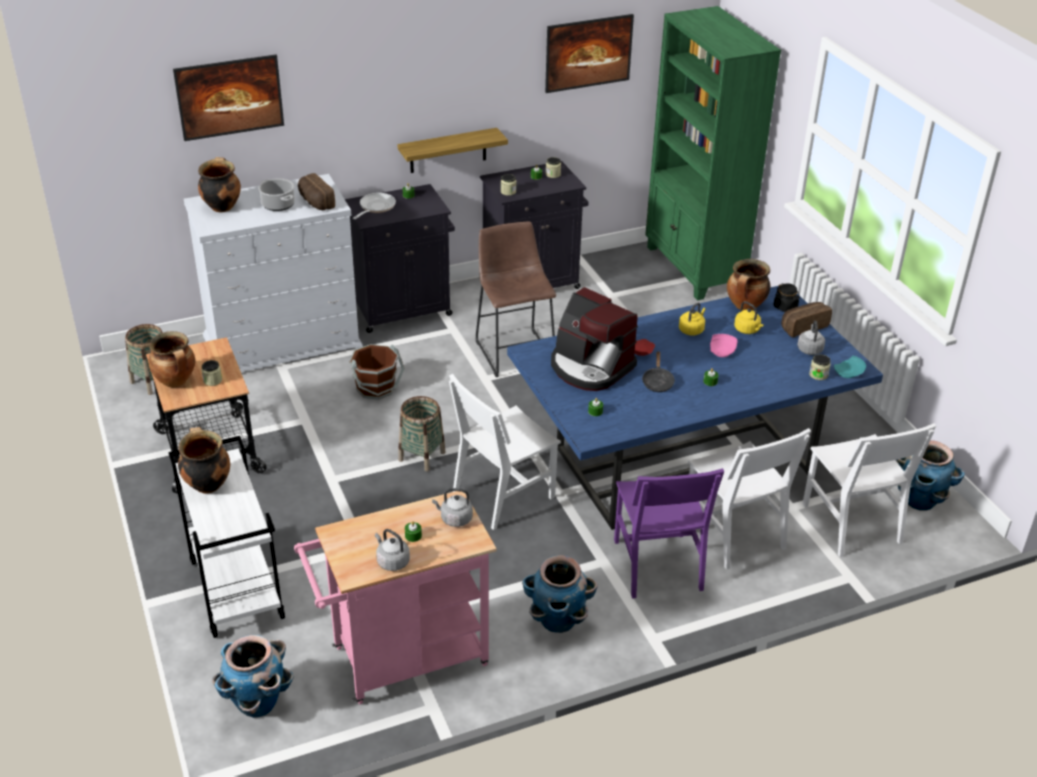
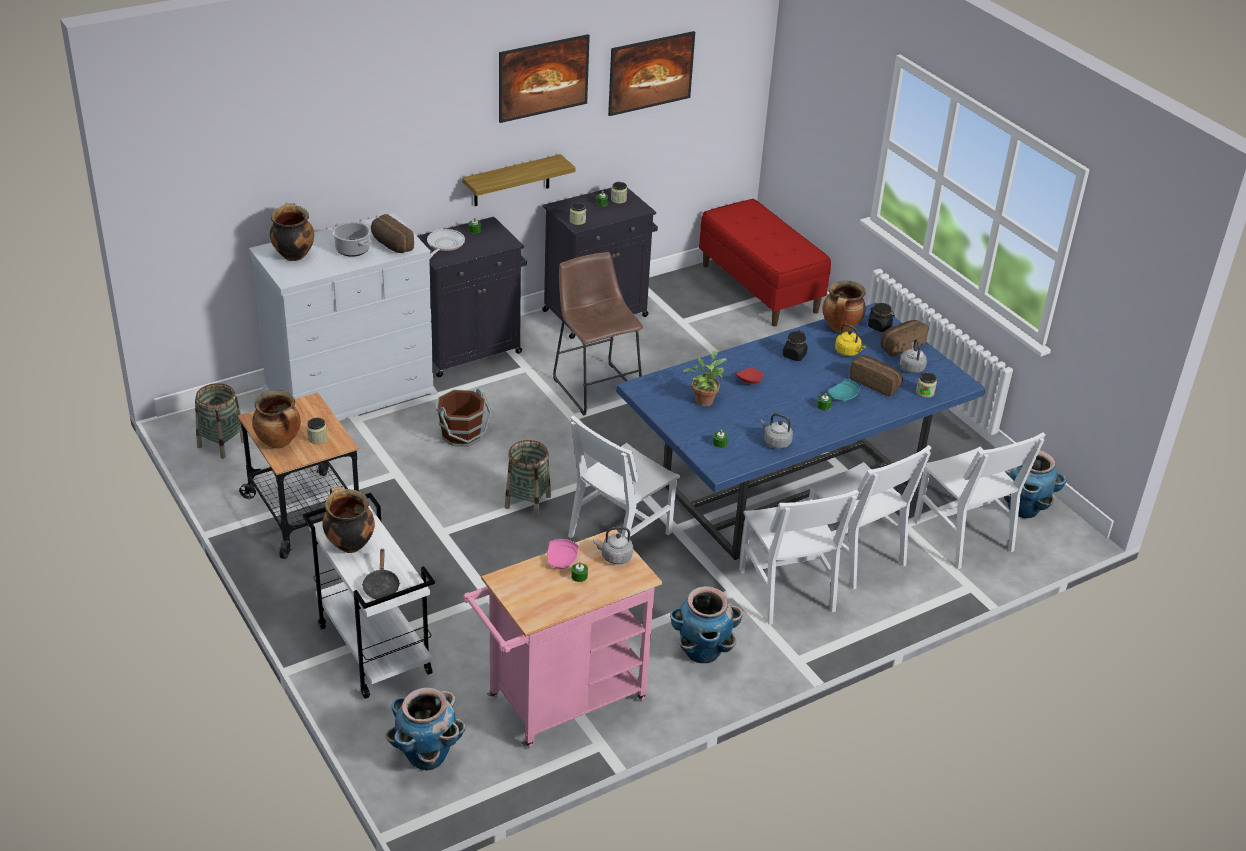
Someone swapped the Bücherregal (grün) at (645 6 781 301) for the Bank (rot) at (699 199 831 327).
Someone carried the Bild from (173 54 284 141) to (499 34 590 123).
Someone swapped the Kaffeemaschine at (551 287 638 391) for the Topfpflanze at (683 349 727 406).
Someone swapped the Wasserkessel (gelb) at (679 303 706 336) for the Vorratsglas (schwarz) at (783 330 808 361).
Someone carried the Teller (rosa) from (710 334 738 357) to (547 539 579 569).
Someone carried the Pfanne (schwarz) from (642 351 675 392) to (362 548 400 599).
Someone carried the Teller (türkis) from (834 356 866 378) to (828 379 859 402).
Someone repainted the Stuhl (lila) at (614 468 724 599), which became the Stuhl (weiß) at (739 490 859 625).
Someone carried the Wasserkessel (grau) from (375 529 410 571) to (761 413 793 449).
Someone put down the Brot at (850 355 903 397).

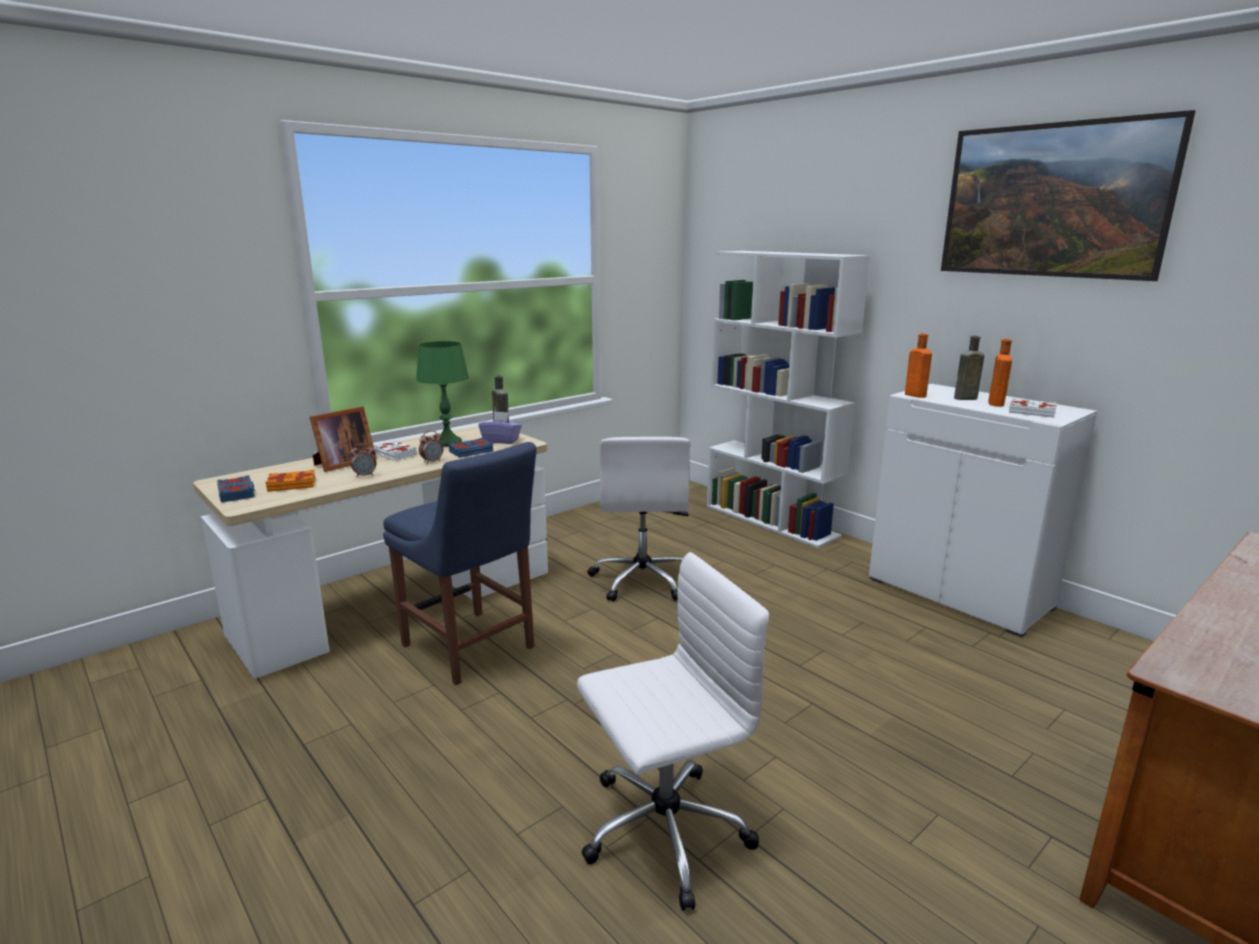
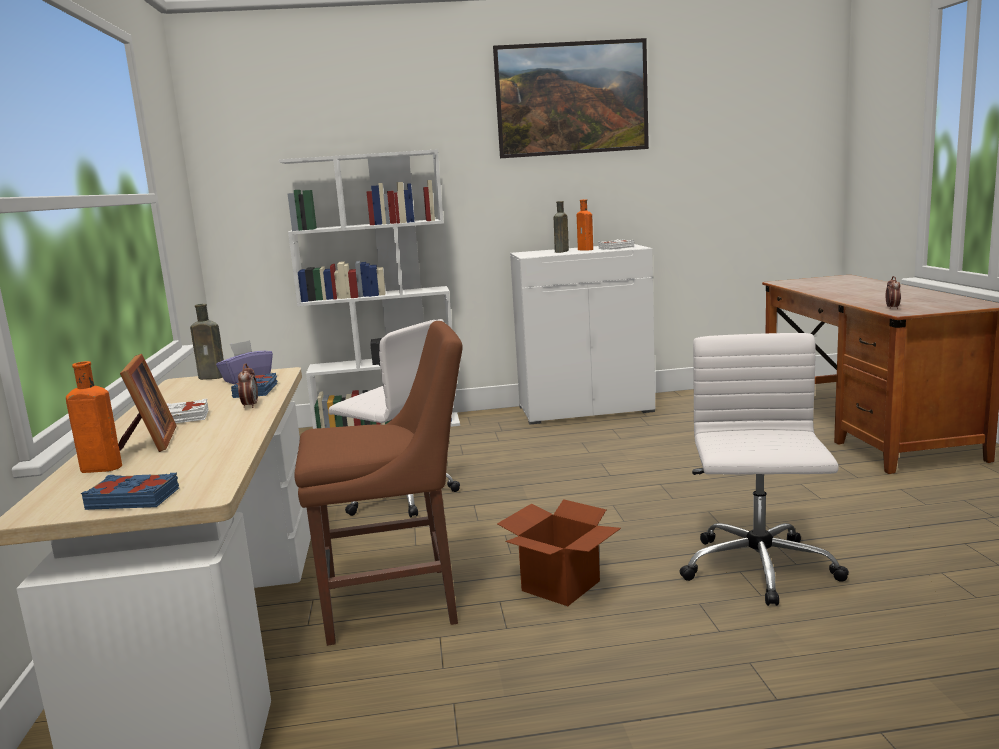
Someone carried the Flasche (orange) from (905 334 932 398) to (66 361 122 473).
Someone took away the Tischlampe (grün) at (416 341 469 447).
Someone repainted the Stuhl (blau) at (383 442 536 685), which became the Stuhl (braun) at (294 321 463 646).
Someone carried the Wecker from (350 443 376 477) to (886 276 901 309).
Someone took away the Buch (orange) at (265 470 315 492).
Someone put down the Karton at (497 499 621 606).

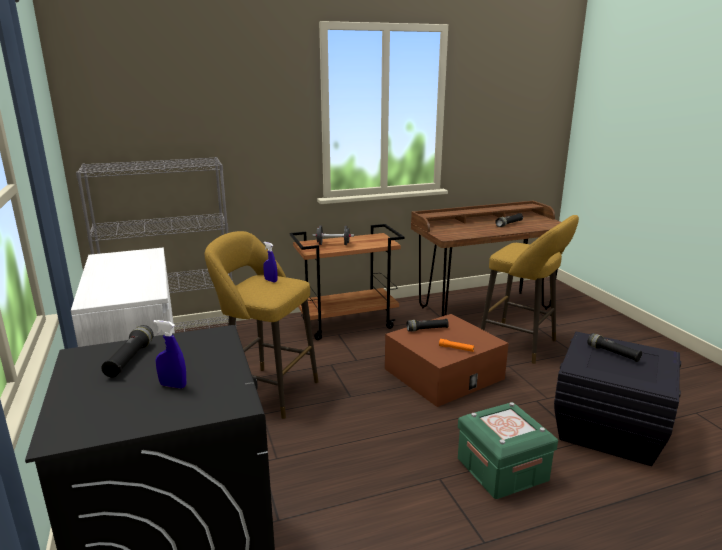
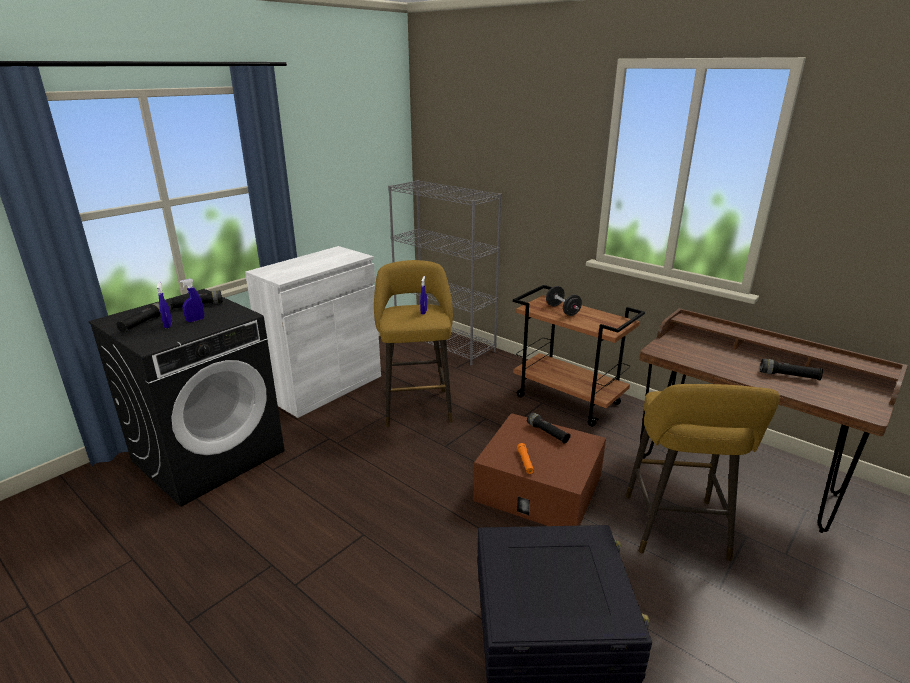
Someone carried the Taschenlampe (schwarz) from (587 333 642 362) to (116 302 161 333).
Someone took away the Aufbewahrungsbox (grün) at (458 402 558 499).
Someone put down the Sprühflasche (blau) at (179 279 204 322).

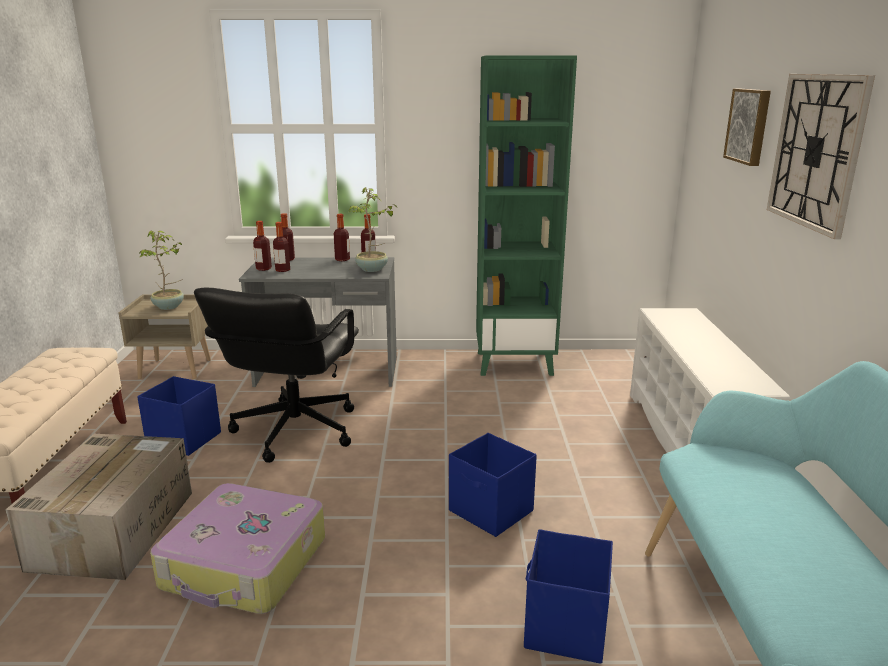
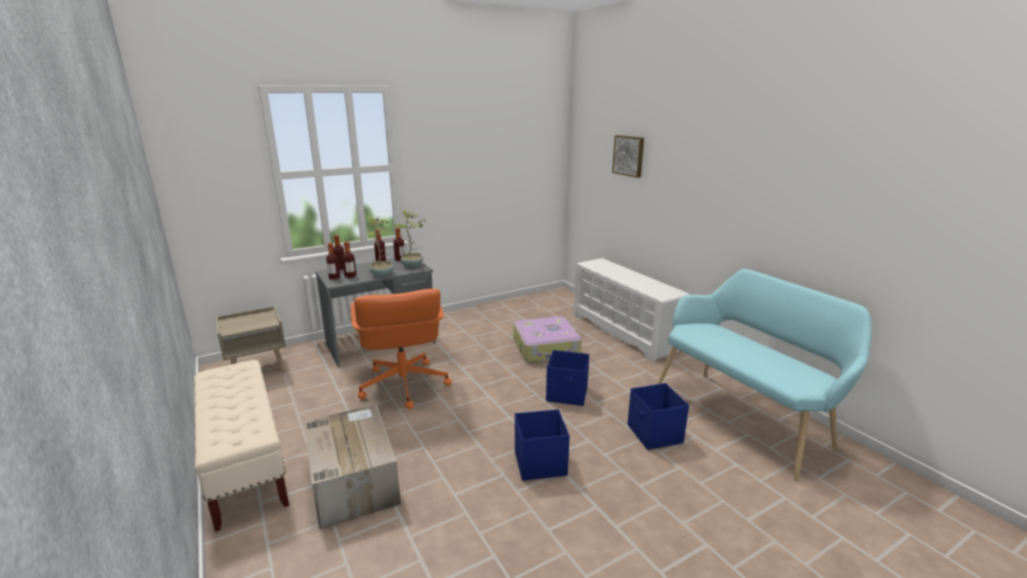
Someone took away the Bücherregal (grün) at (476 56 577 376).
Someone took away the Wanduhr at (767 74 875 239).
Someone carried the Topfpflanze from (140 231 184 310) to (367 216 394 277).
Someone repainted the Bürostuhl (schwarz) at (194 288 359 463), which became the Bürostuhl (orange) at (351 289 452 409).
Someone carried the Aufbewahrungsbox (blau) from (137 376 221 456) to (515 409 570 481).
Someone carried the Koffer from (150 483 325 614) to (513 316 582 363).

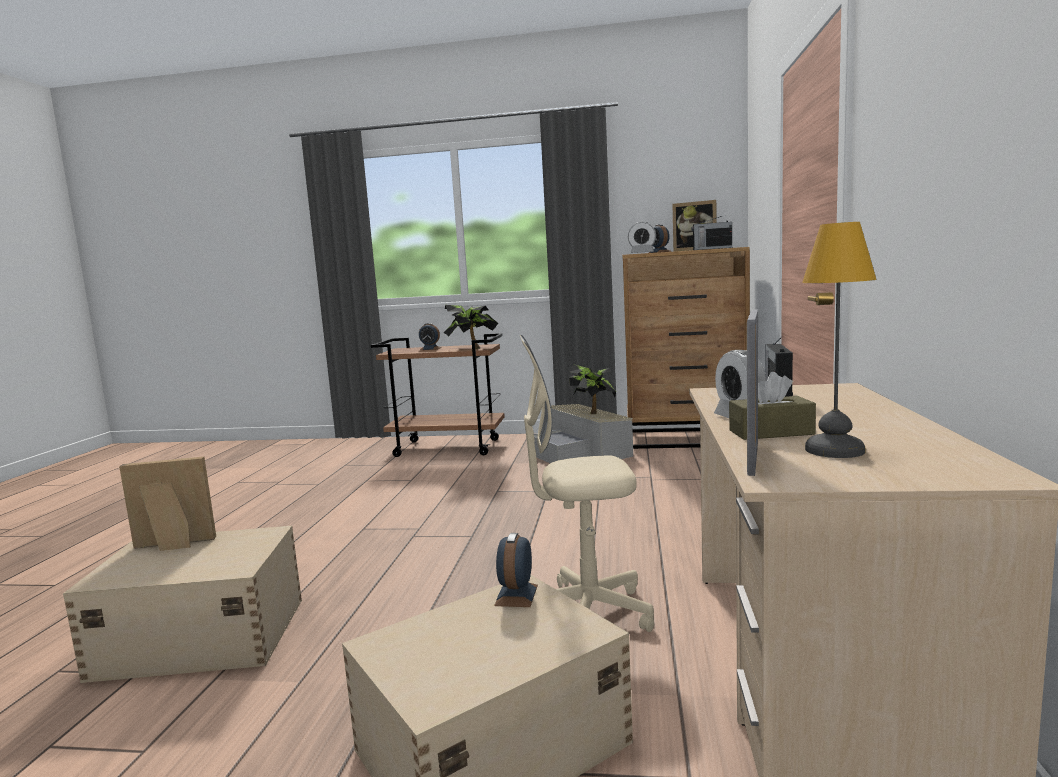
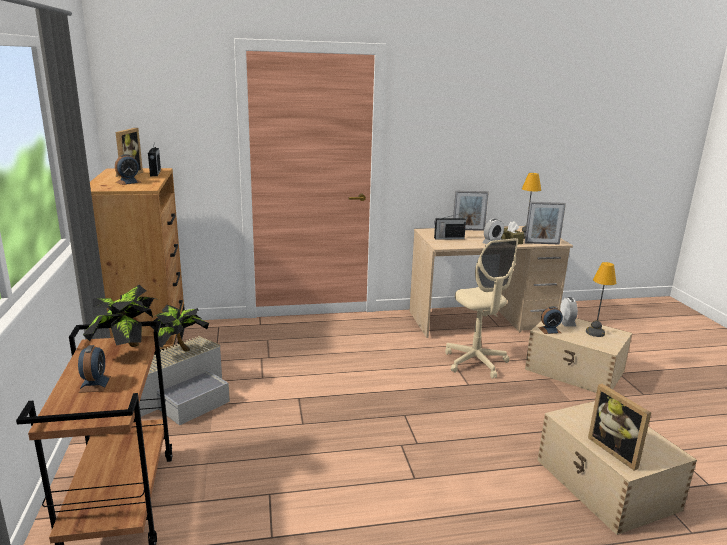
Someone carried the Wecker from (628 222 656 253) to (560 297 578 327).
Someone put down the Bilderrahmen at (453 191 489 231).
Someone put down the Tischlampe at (586 262 616 337).

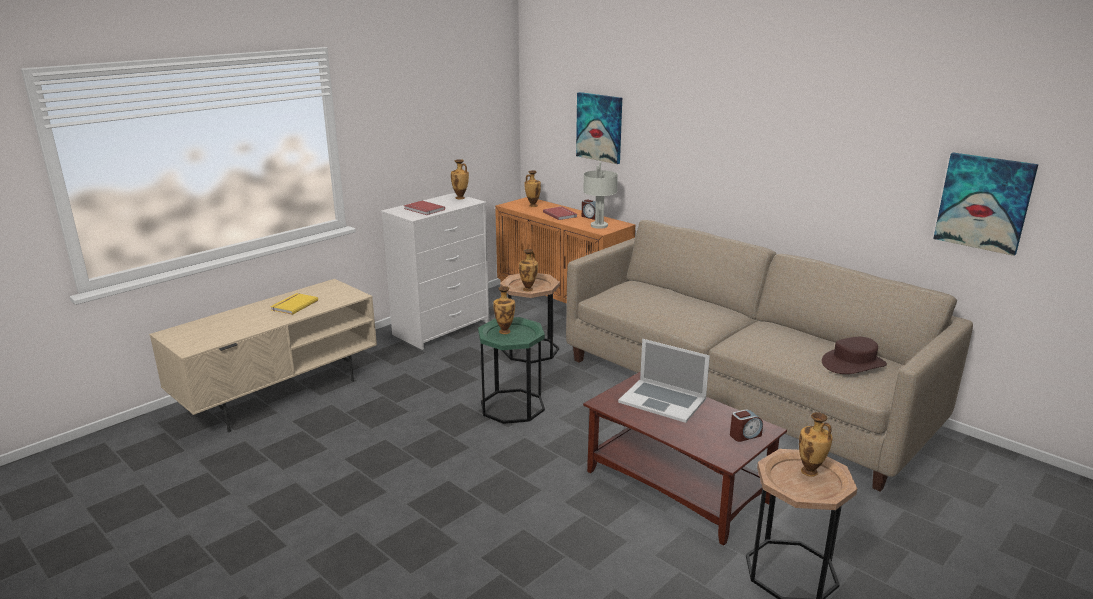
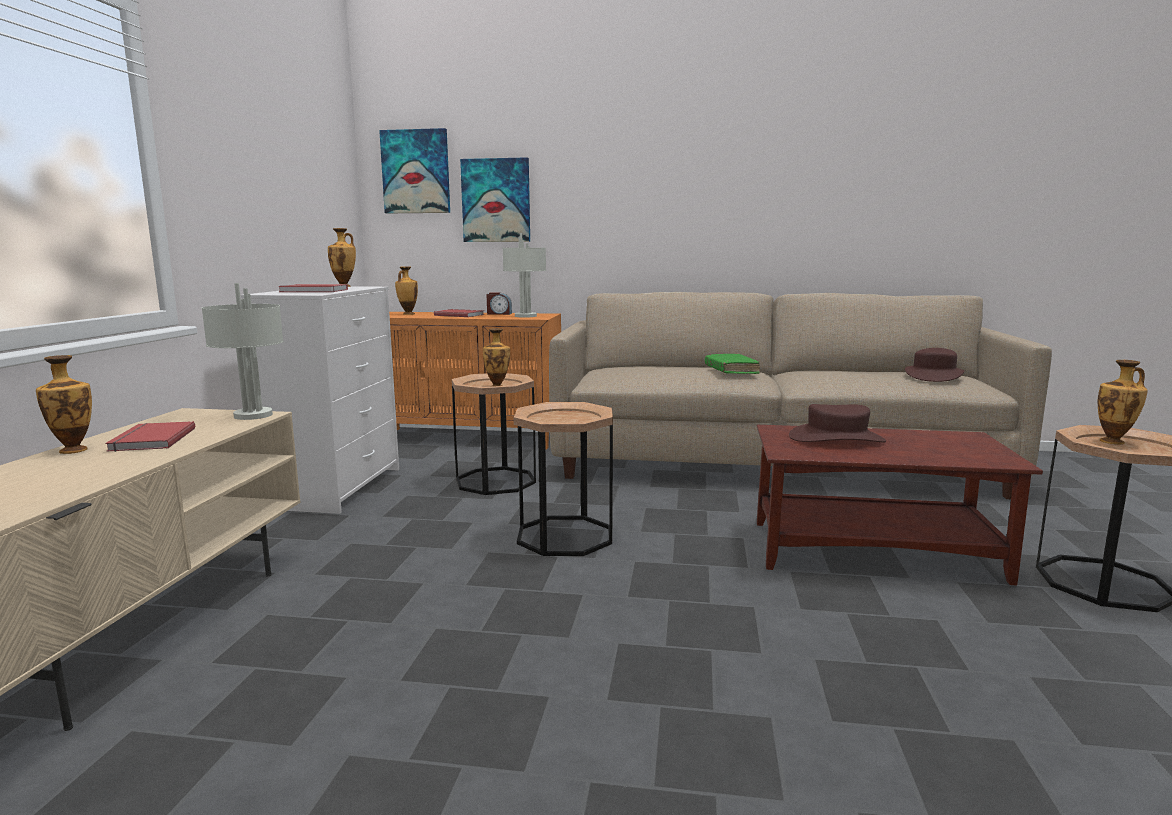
Someone carried the Bild from (933 153 1039 256) to (379 128 450 213).
Someone carried the Vase from (493 286 515 334) to (36 355 92 454).
Someone repainted the Buch (gelb) at (270 293 318 315), which became the Buch (rot) at (105 421 195 452).
Someone repainted the Beistelltisch (grün) at (478 317 545 424), which became the Beistelltisch (braun) at (514 402 613 556).
Someone swapped the Laptop at (618 339 710 423) for the Hut (braun) at (789 404 886 443).
Someone took away the Wecker at (730 409 763 442).
Someone put down the Tischlampe (grau) at (201 283 284 420).
Someone put down the Buch (grün) at (705 353 760 374).

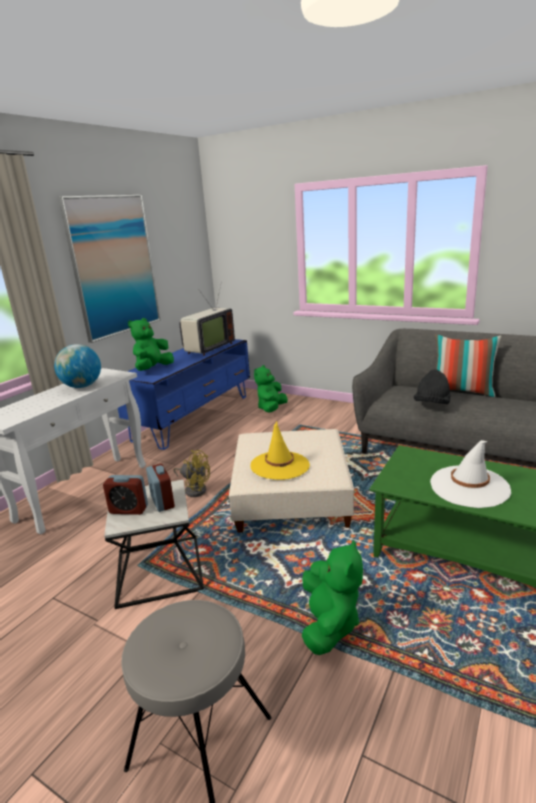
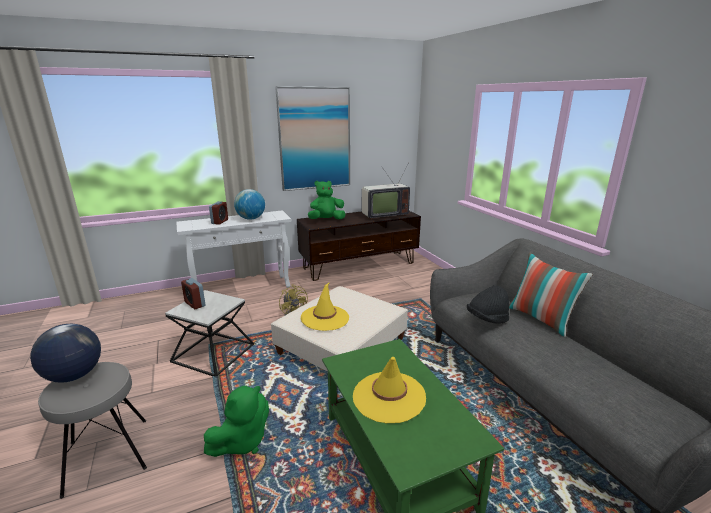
Someone repainted the Fernsehschrank (blau) at (118 339 250 450), which became the Fernsehschrank (braun) at (297 211 421 281).
Someone took away the Plüschtier (grün) at (254 365 288 412).
Someone repainted the Hut (weiß) at (430 440 511 508), which became the Hut (gelb) at (353 357 426 423).
Someone carried the Wecker from (146 464 175 512) to (209 201 228 225).
Someone put down the Globus at (30 324 101 382).

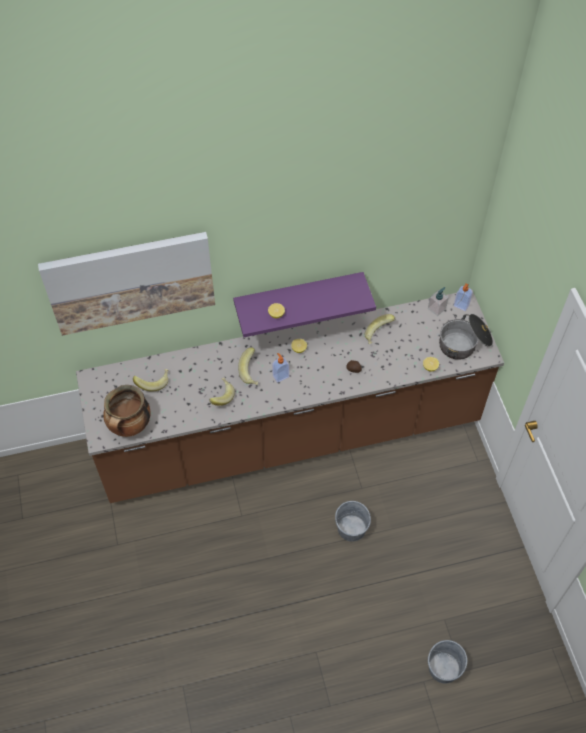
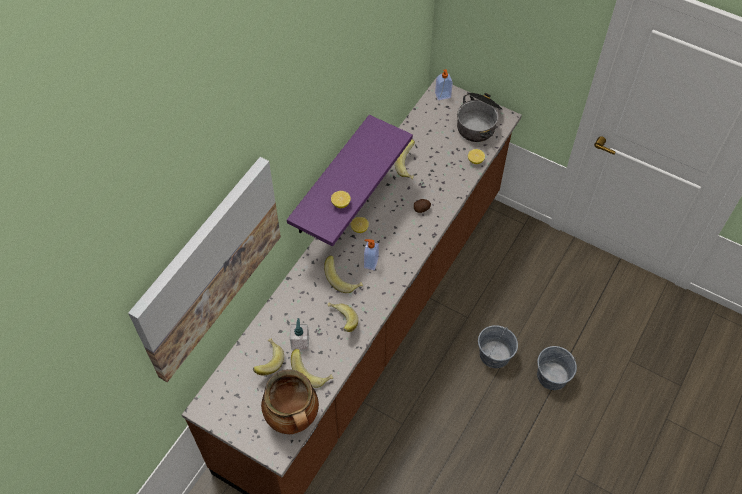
Someone carried the Seifenspender from (428 287 449 316) to (290 318 309 351).
Someone carried the Eimer (grau) from (428 640 467 684) to (537 346 577 390).
Someone put down the Banane at (291 349 333 388).

